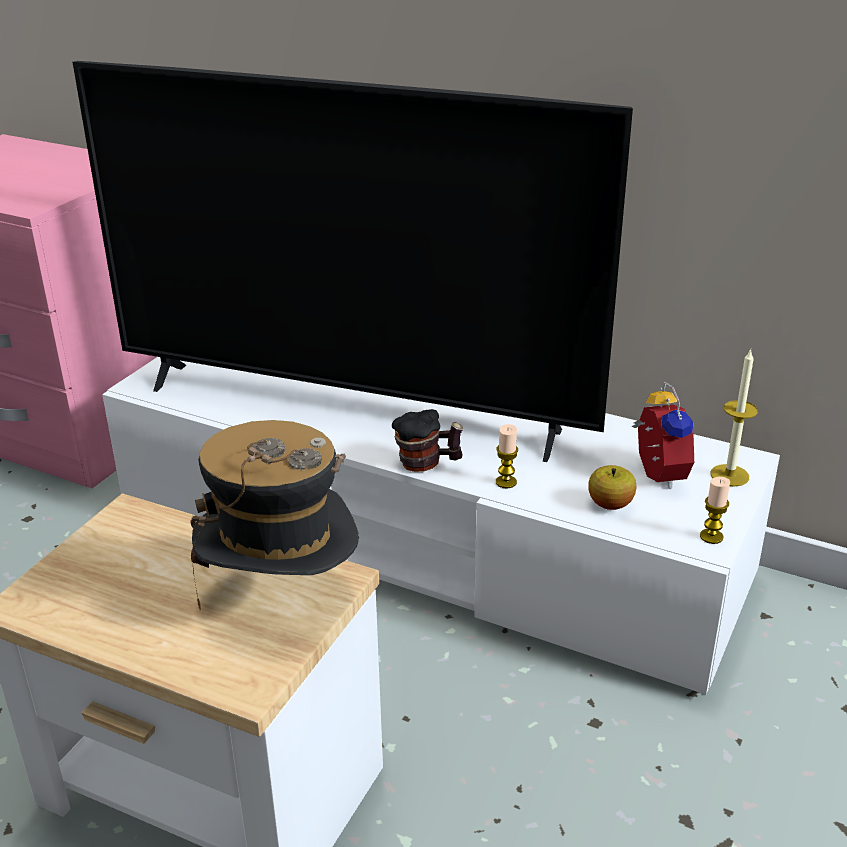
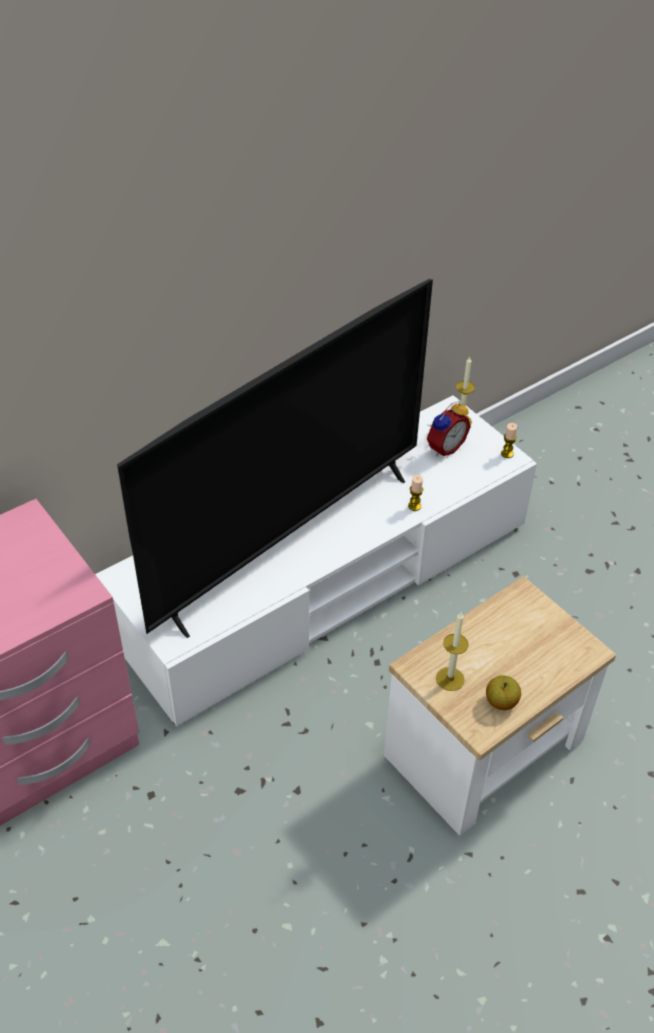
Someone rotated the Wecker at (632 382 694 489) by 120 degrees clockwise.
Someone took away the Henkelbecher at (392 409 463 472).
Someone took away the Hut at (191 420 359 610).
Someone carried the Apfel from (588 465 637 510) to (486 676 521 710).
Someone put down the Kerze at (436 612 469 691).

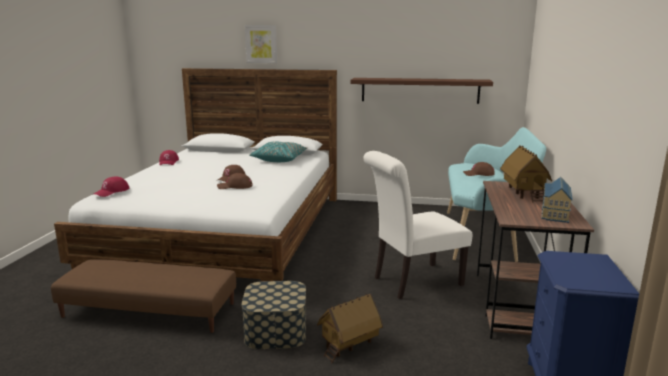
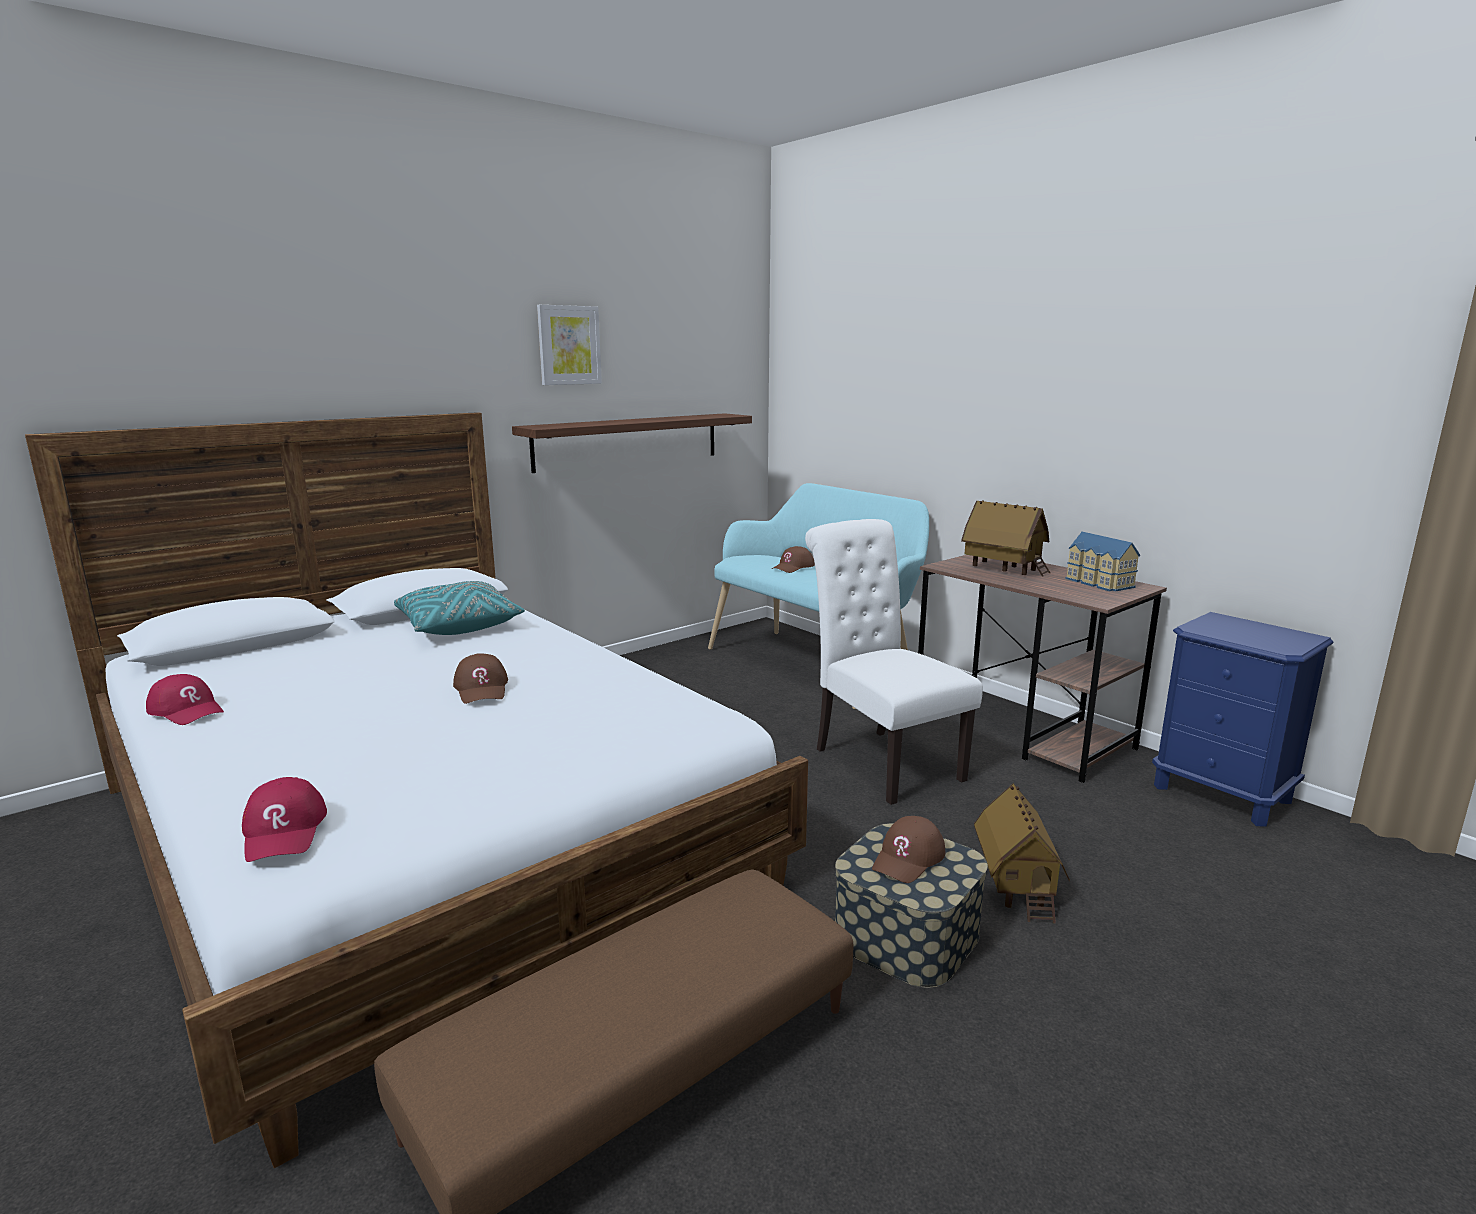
Someone carried the Bild from (245 25 277 63) to (537 305 602 385).
Someone rotated the Stuhl (weiß) at (363 151 472 299) by 135 degrees clockwise.
Someone carried the Kappe (braun) from (217 173 253 189) to (872 816 945 883).

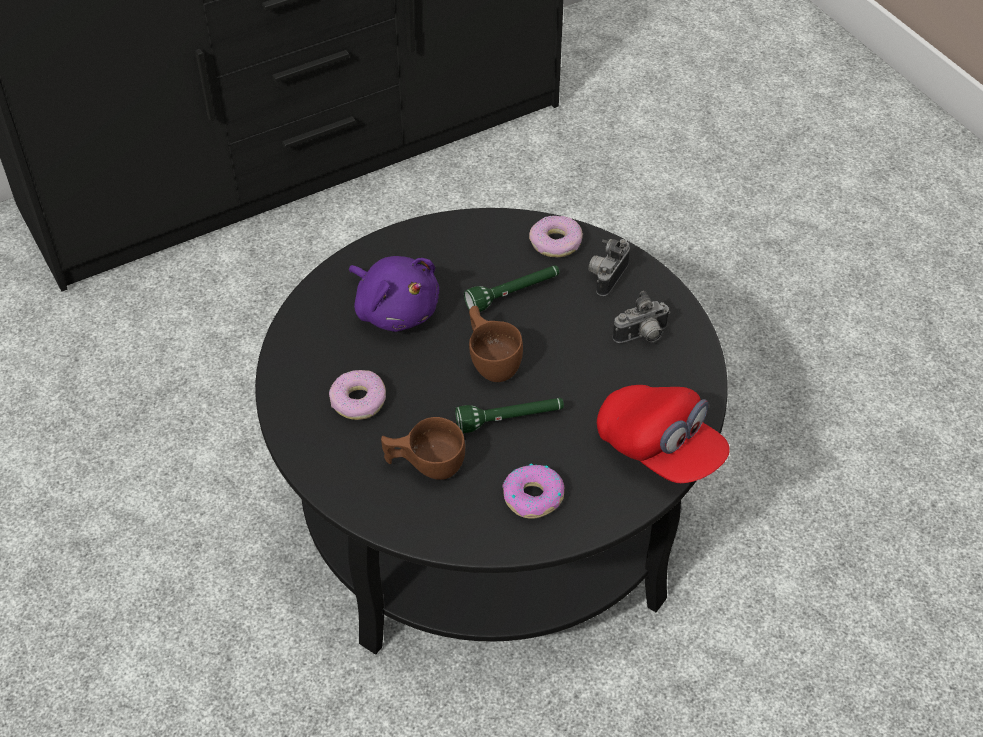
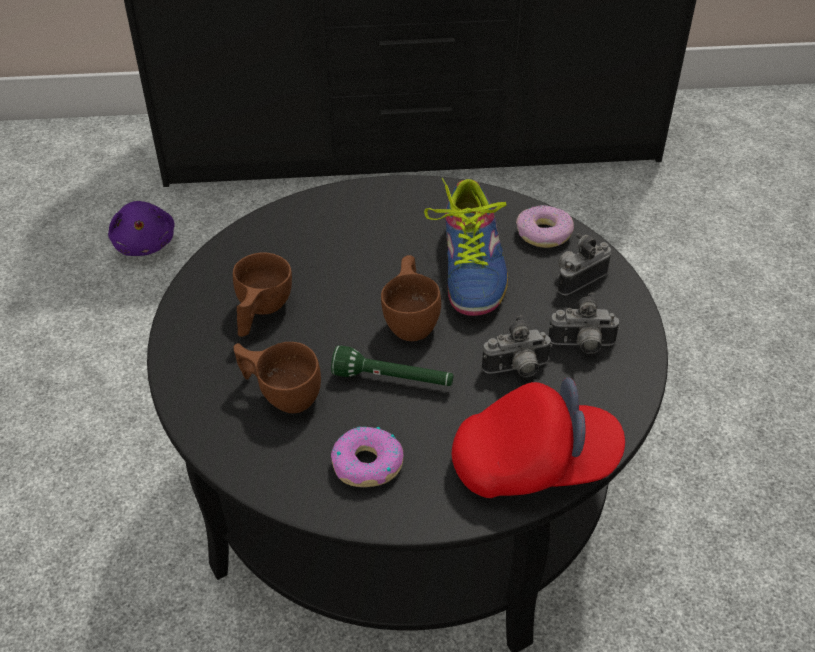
Someone carried the Plüschtier (lila) from (349 256 439 332) to (108 201 175 256).
Someone swapped the Taschenlampe (grün) at (464 265 560 312) for the Schuh at (424 178 508 316).
Someone swapped the Donut at (329 370 386 420) for the Tasse (braun) at (233 252 292 337).
Someone rotated the Kappe (rot) at (597 385 730 483) by 75 degrees counterclockwise.
Someone put down the Kamera at (482 315 552 377).

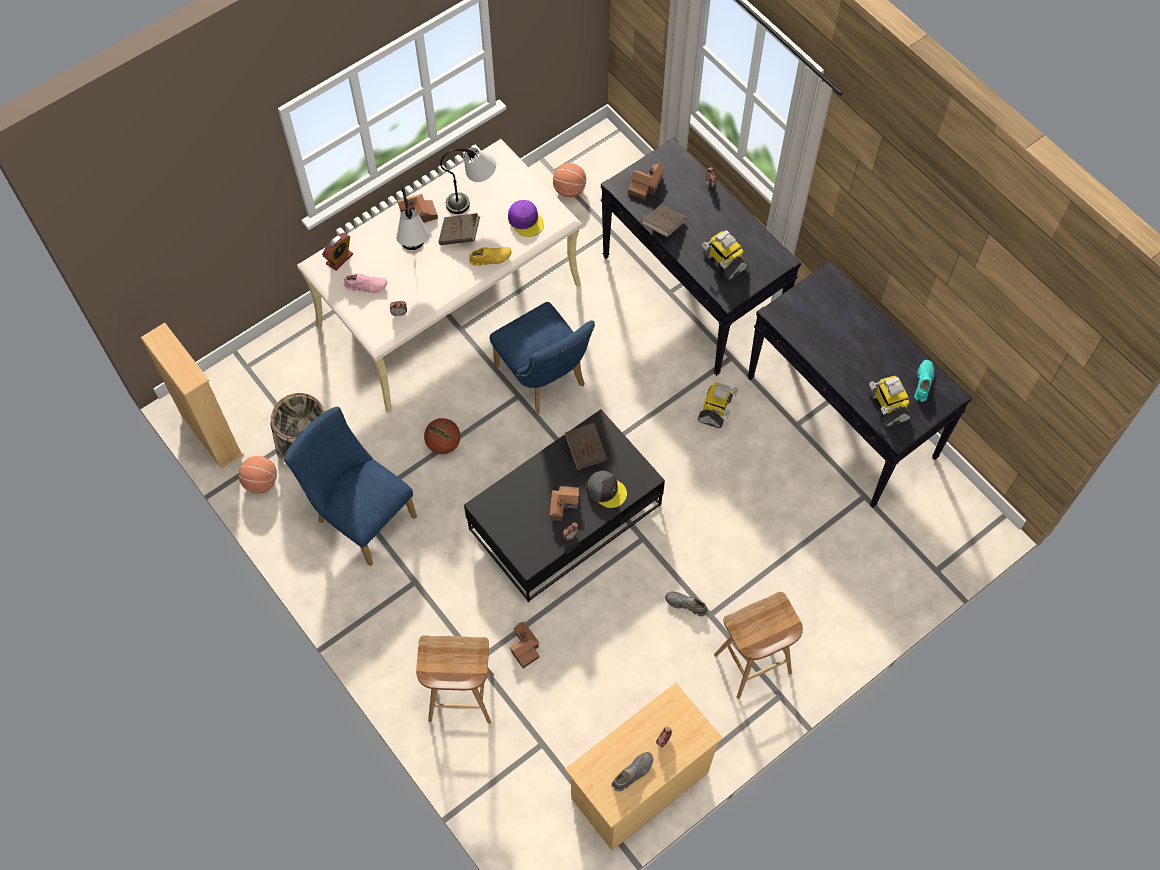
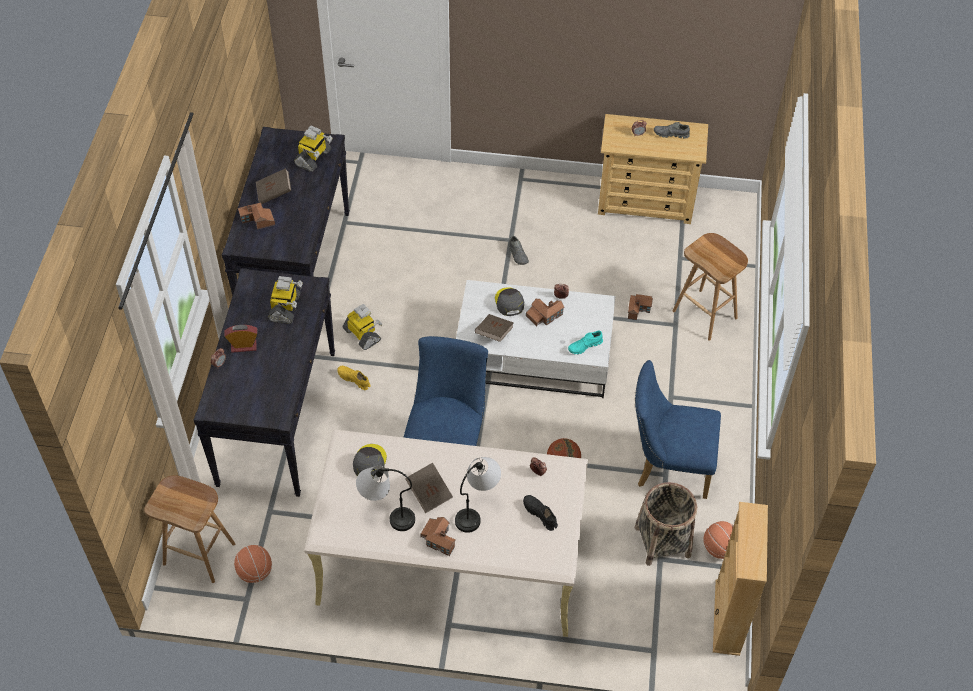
Someone carried the Spielzeughaus from (628 164 665 200) to (238 203 275 229).
Someone repainted the Kappe (lila) at (508 200 544 237), which became the Kappe (grau) at (353 444 387 479).
Someone carried the Buch (braun) from (641 204 686 237) to (256 168 291 204).
Someone carried the Wecker from (322 233 353 271) to (224 325 258 353).
Someone carried the Schuh (gelb) from (469 247 511 266) to (337 366 371 390).
Someone repainted the Schuh (rosa) at (344 274 387 293), which became the Schuh (schwarz) at (523 495 558 531).
Someone carried the Schuh (türkis) from (914 360 934 402) to (568 331 603 355).
Someone rotated the Spielzeugroboter at (698 382 738 428) by 75 degrees clockwise.
Someone rotated the Stuhl (blau) at (284 407 417 566) by 105 degrees clockwise.
Someone repainted the Couchtisch (schwarz) at (464 409 665 602), which became the Couchtisch (weiß) at (456 280 615 398).
Someone carried the Hocker (braun) from (714 592 803 699) to (144 475 235 583).

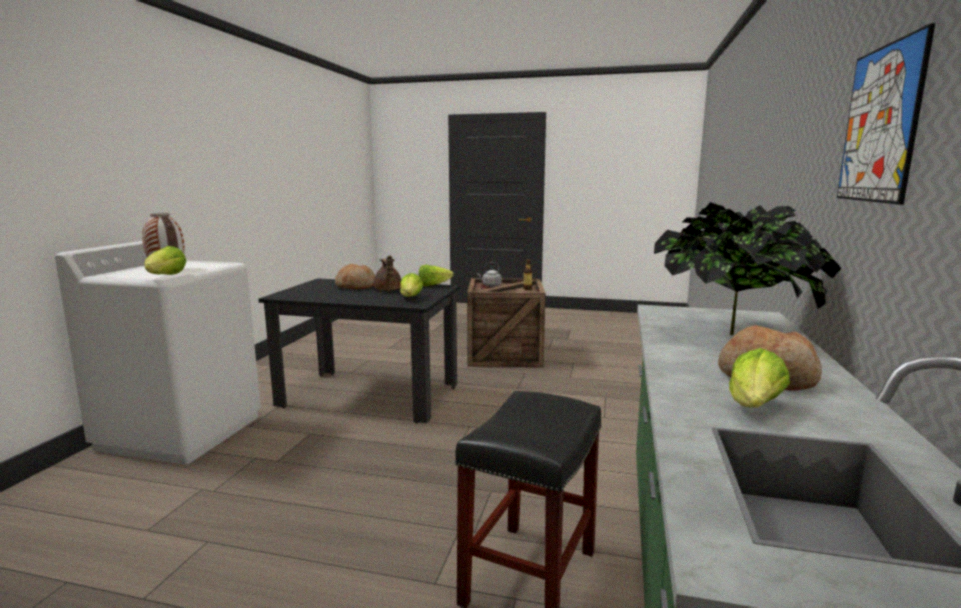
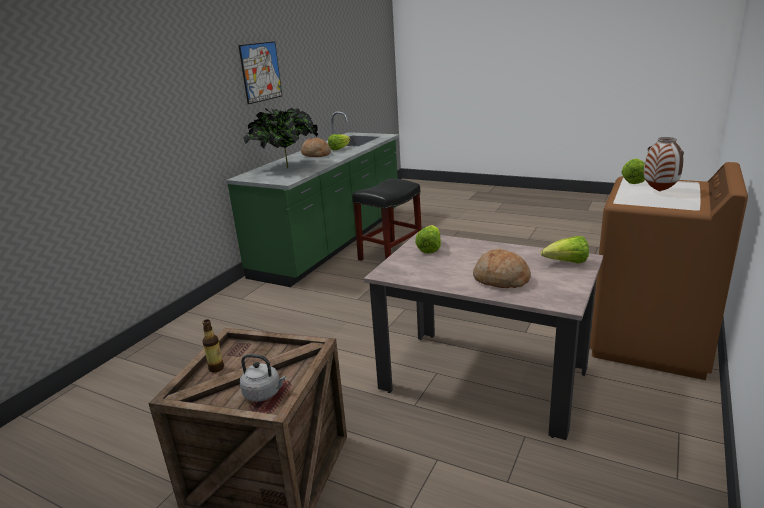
Someone repainted the Waschmaschine (weiß) at (55 241 261 465), which became the Waschmaschine (braun) at (590 162 748 380).
Someone took away the Teekanne (braun) at (374 255 401 291).
Someone carried the Salatkopf from (419 265 454 286) to (541 236 589 263).
Someone repainted the Esstisch (schwarz) at (258 278 460 424), which became the Esstisch (beige) at (364 232 603 440).

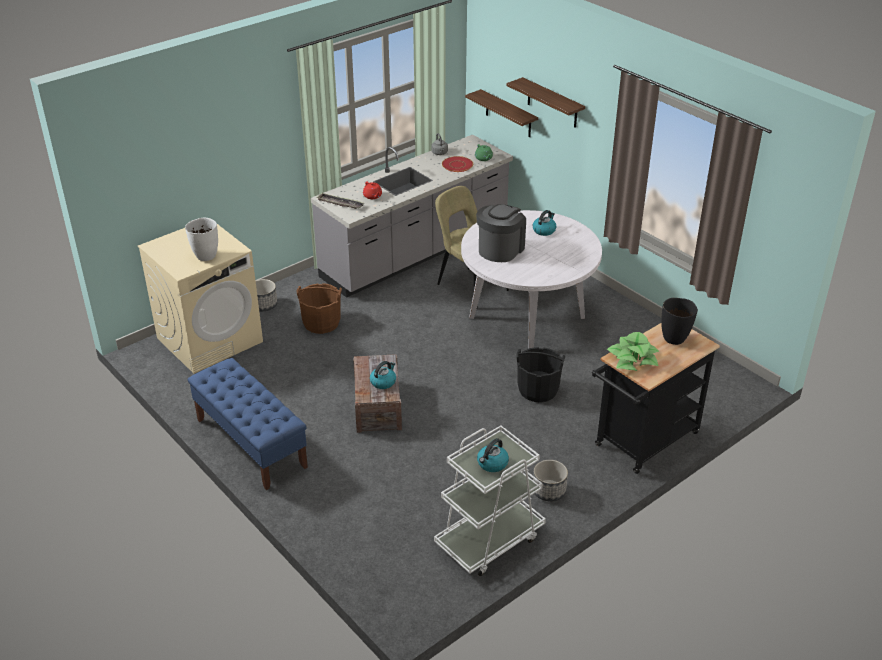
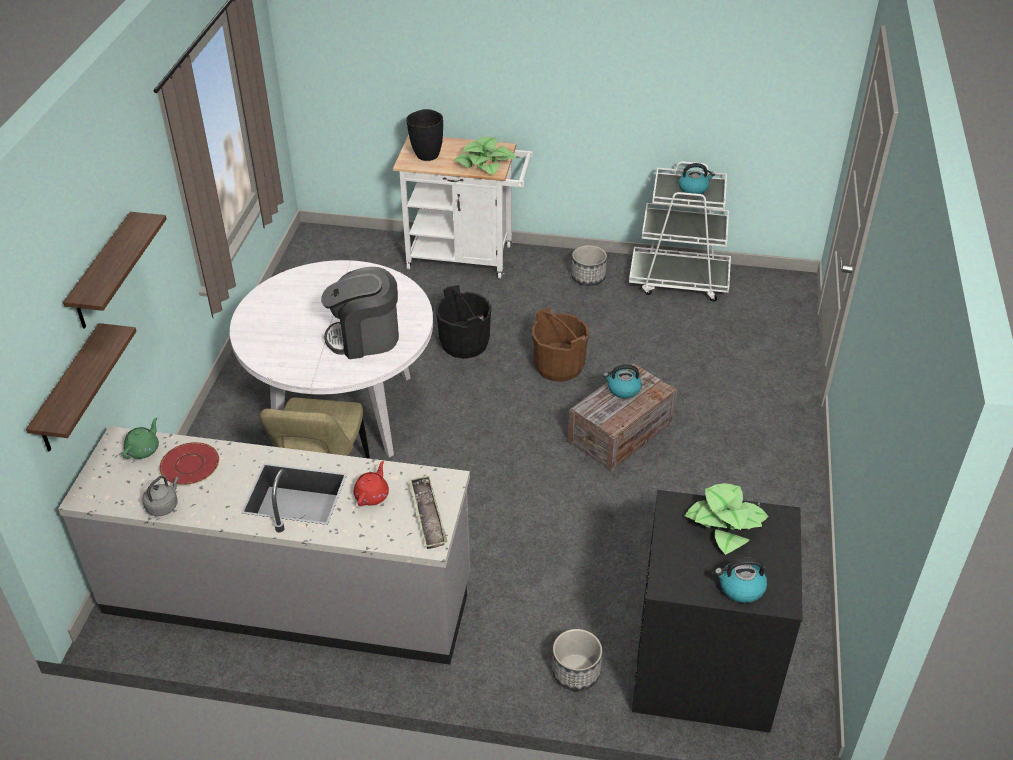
Someone carried the Wasserkessel from (533 210 556 236) to (715 558 767 603).
Someone swapped the Vase (weiß) at (185 218 218 261) for the Topfpflanze at (685 483 769 555).
Someone repainted the Waschmaschine (beige) at (138 224 263 374), which became the Waschmaschine (schwarz) at (632 490 803 733).
Someone carried the Eimer (braun) from (297 283 342 334) to (532 307 589 382).
Someone repainted the Rollwagen (schwarz) at (592 323 720 474), which became the Rollwagen (weiß) at (393 134 533 279).
Someone took away the Bank (blau) at (188 358 308 490).

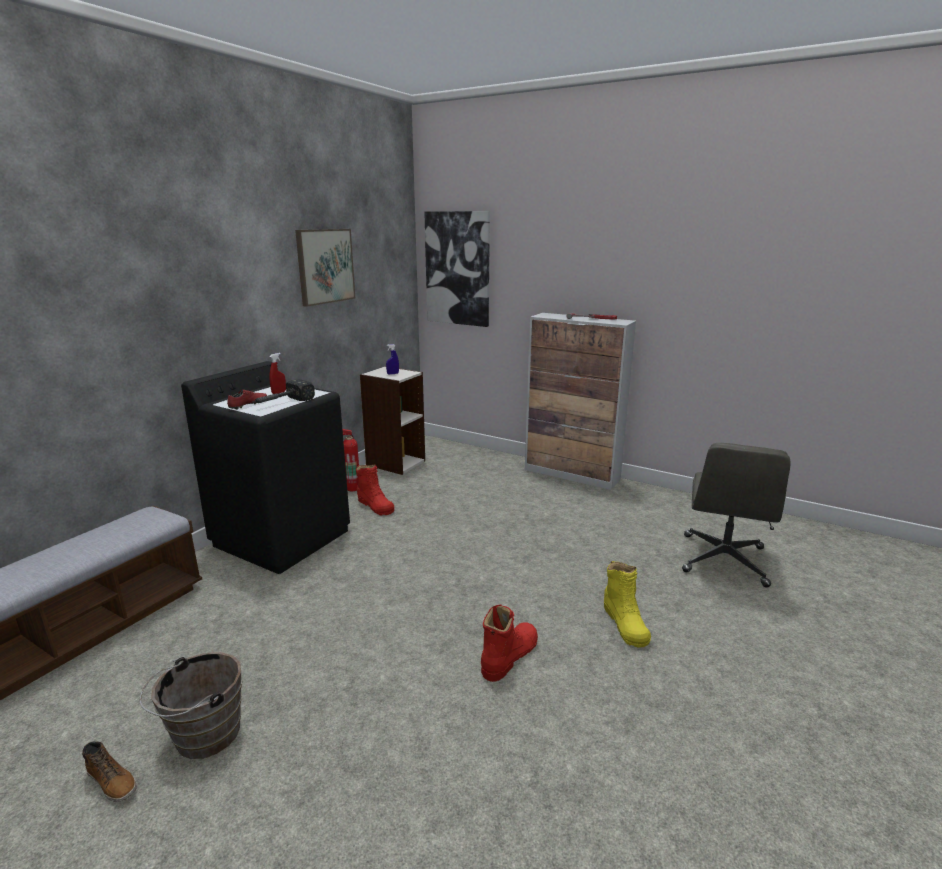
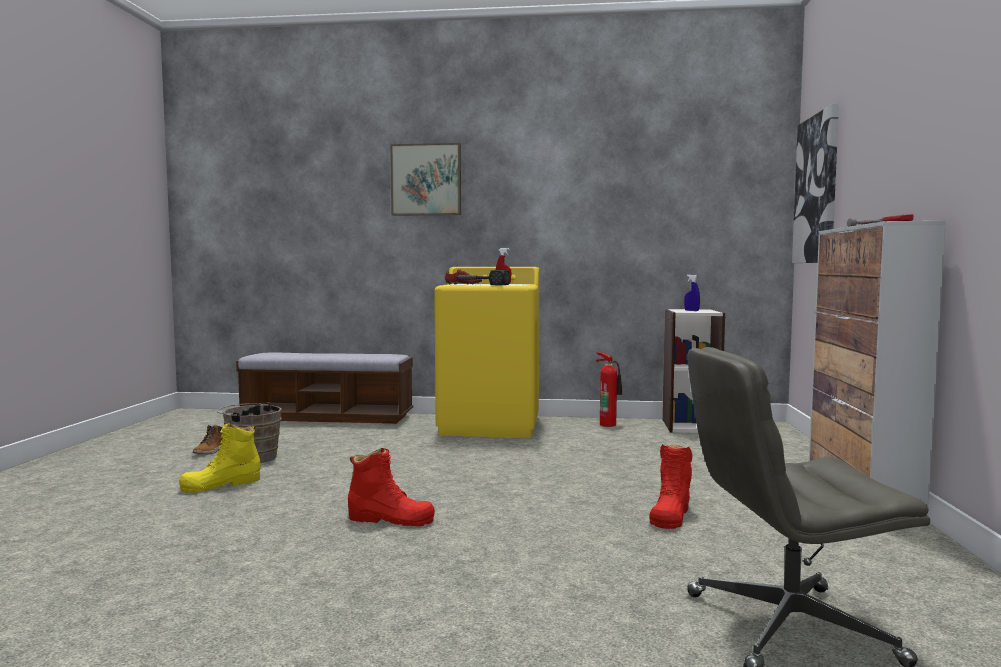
Someone carried the Bild from (295 229 355 307) to (390 143 461 216).
Someone repainted the Waschmaschine (schwarz) at (181 361 350 574), which became the Waschmaschine (gelb) at (434 267 539 438).
Someone carried the Stiefel (rot) from (356 464 395 515) to (649 444 692 529).
Someone carried the Stiefel (gelb) from (604 561 651 648) to (179 423 261 493).

